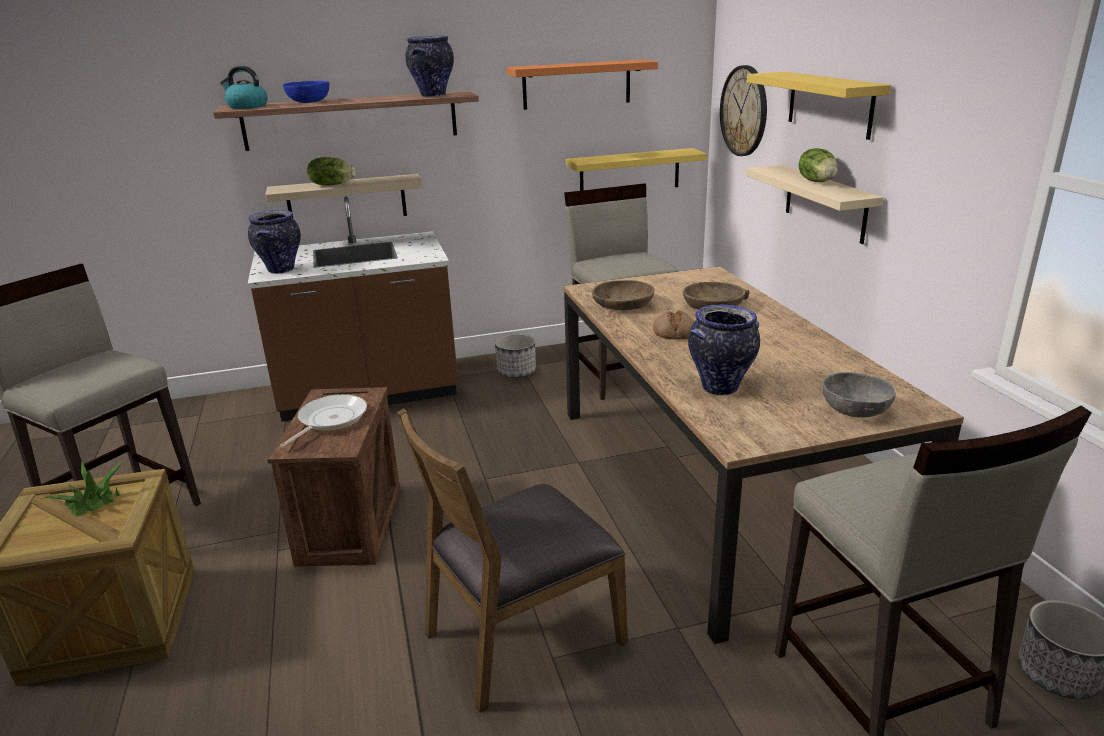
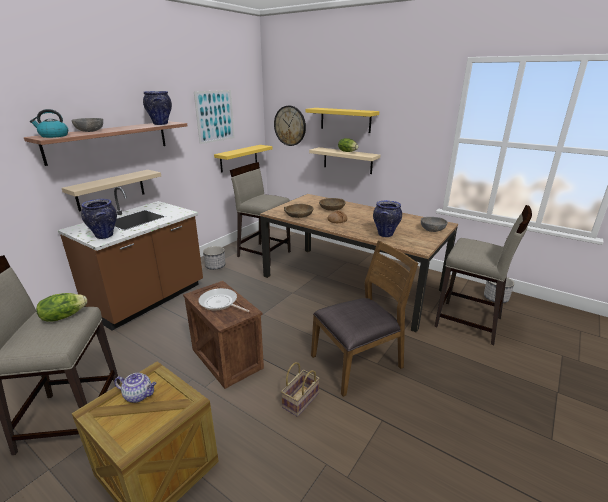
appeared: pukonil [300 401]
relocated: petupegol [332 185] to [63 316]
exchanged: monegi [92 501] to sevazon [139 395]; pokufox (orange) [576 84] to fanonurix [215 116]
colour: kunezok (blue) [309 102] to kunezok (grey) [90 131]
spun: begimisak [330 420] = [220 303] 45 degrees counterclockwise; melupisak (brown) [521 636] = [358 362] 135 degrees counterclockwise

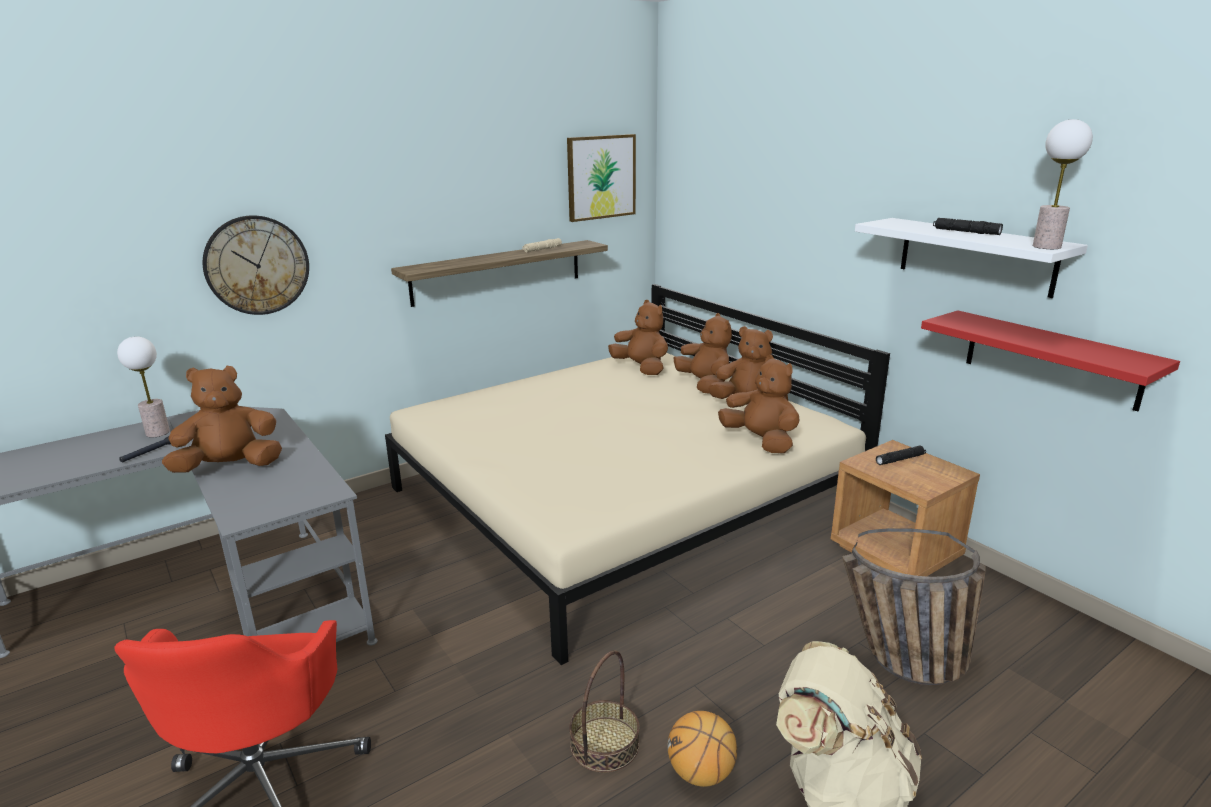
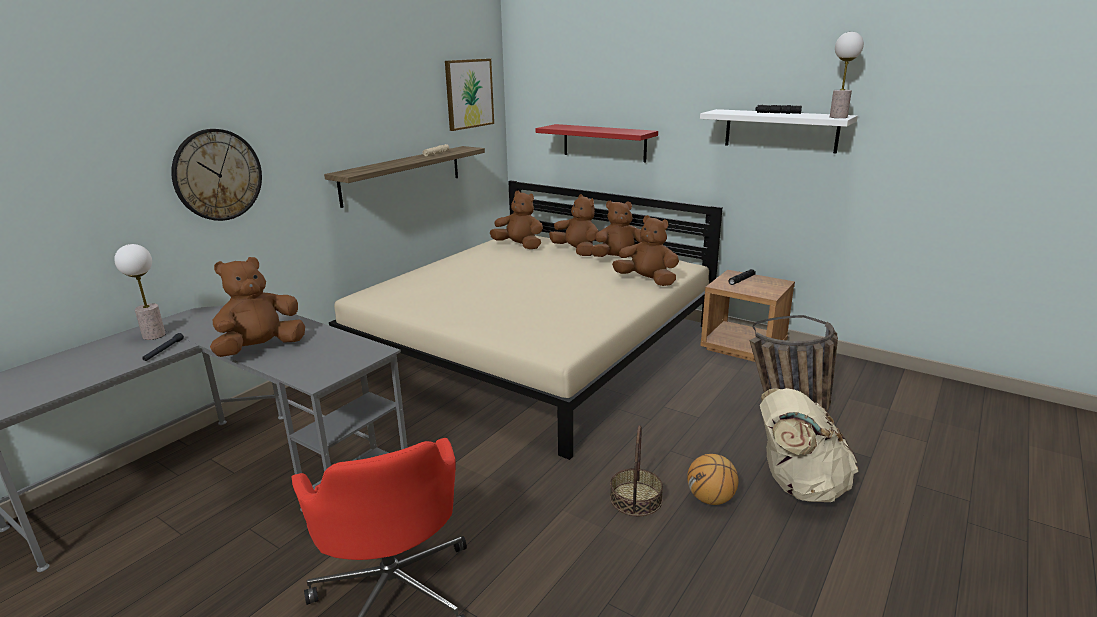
relocated: pokufox (red) [1051 359] to [604 142]

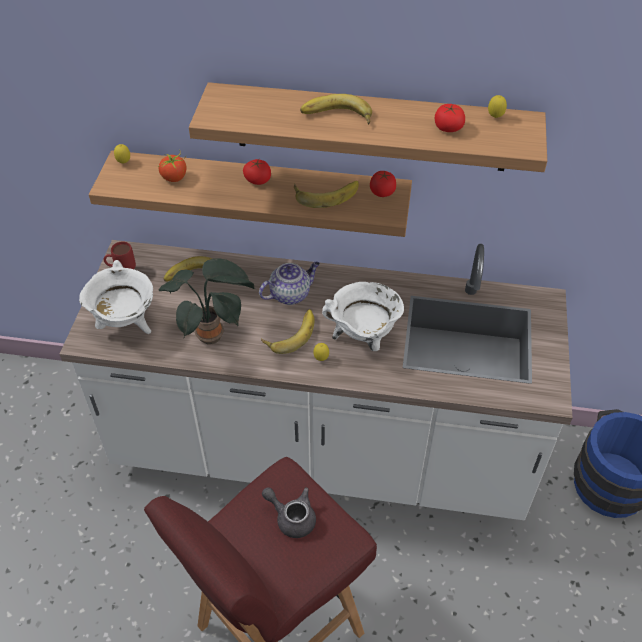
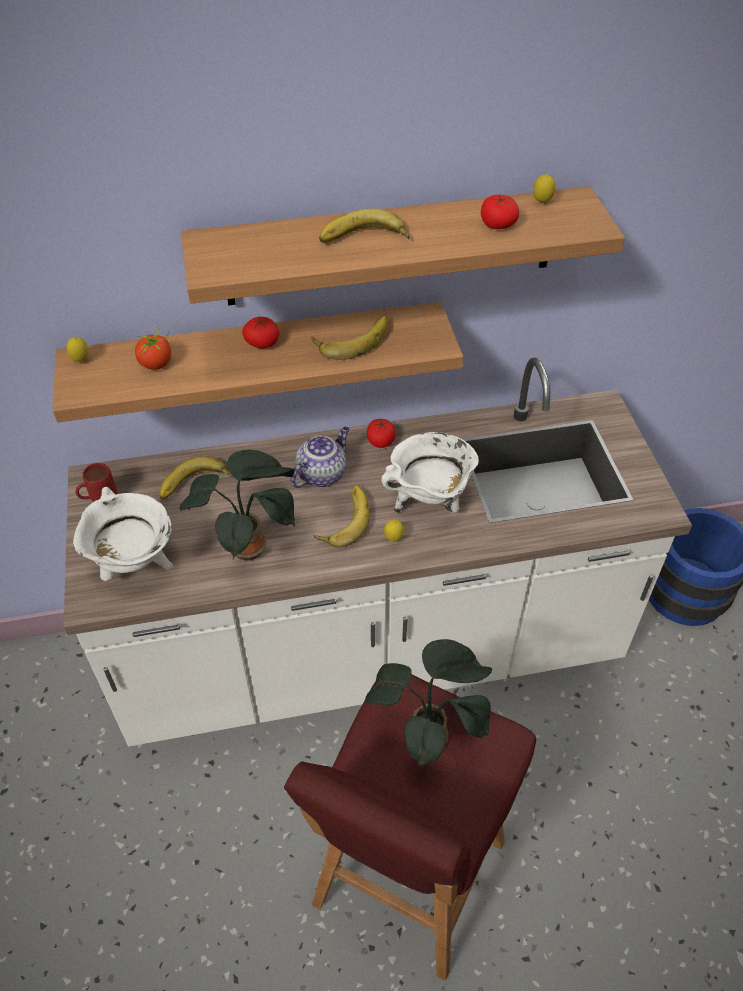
relocated: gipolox [382 191] to [381 441]
exchanged: sevazon (grey) [291 517] to monegi [430 736]

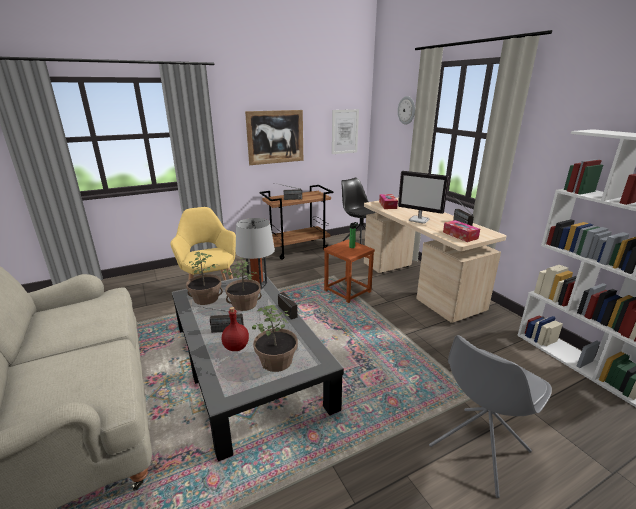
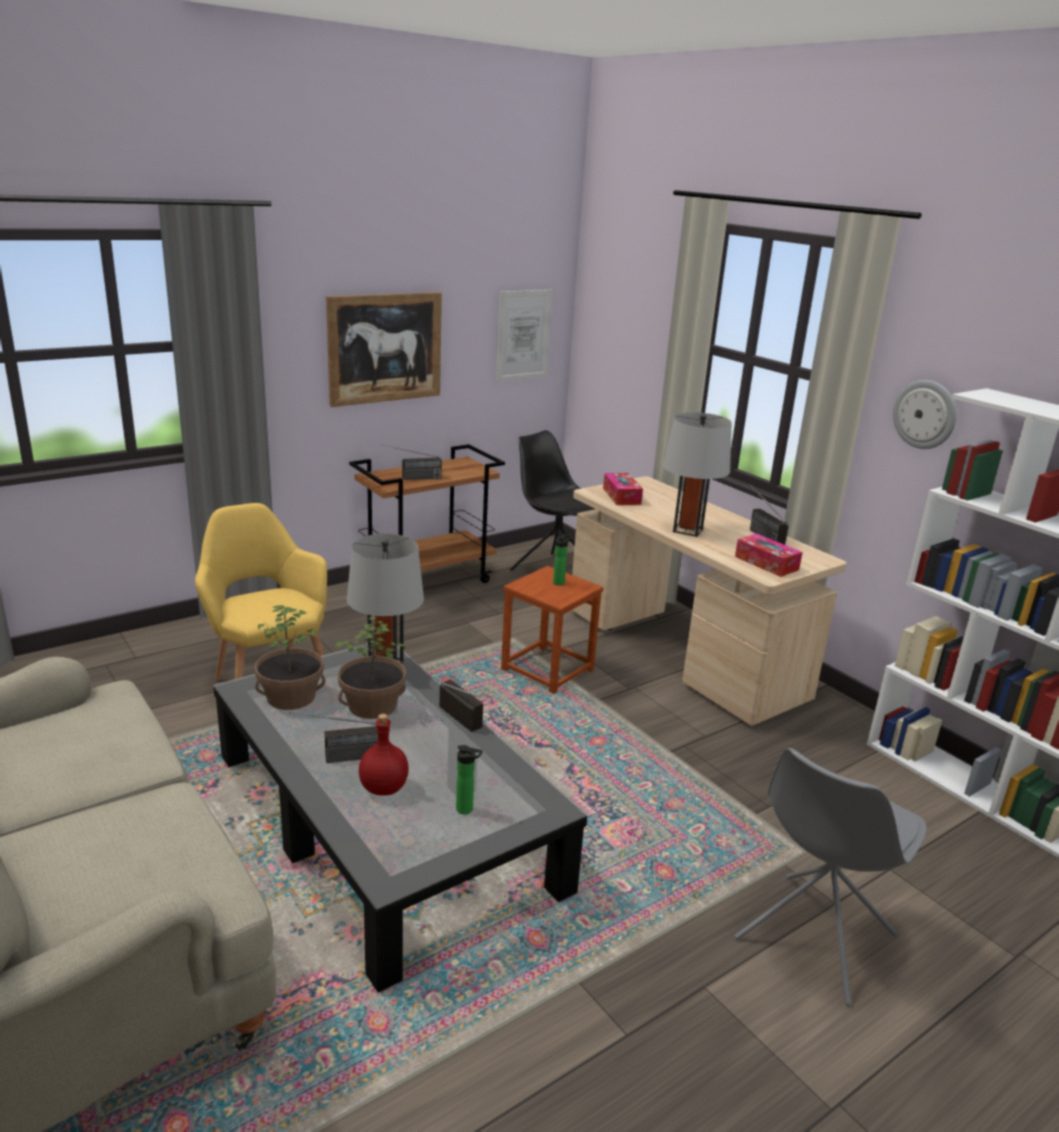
relocated: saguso [407 110] to [925 414]
exchanged: monegi [277 361] to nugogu [467 810]; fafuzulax [419 220] to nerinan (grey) [688 530]

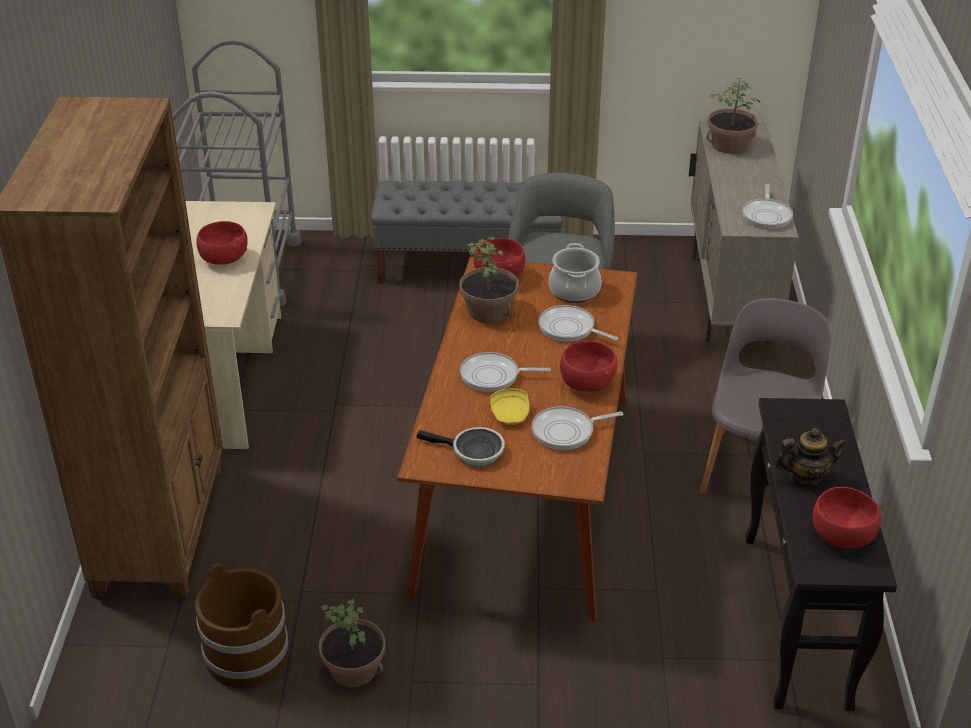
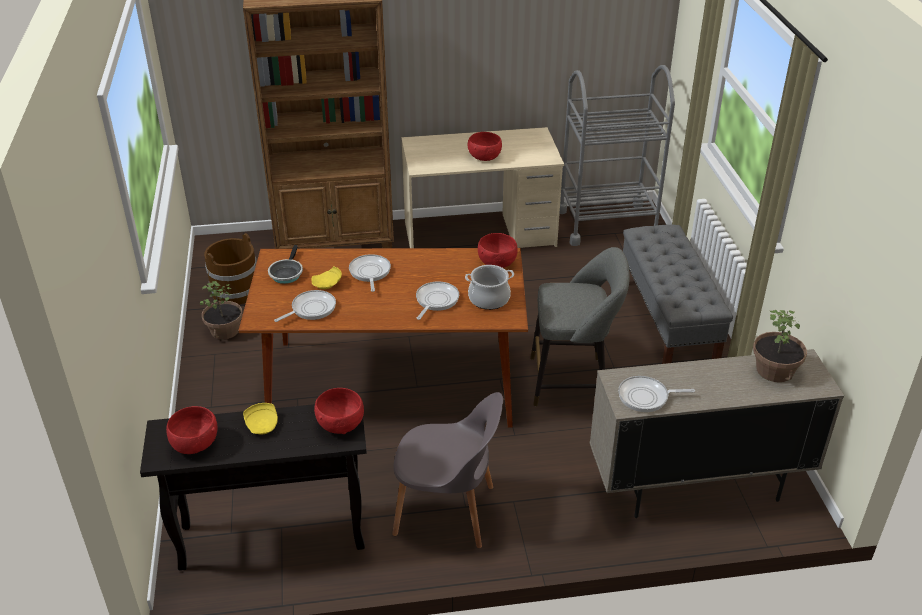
missing: monegi [489 310]
relocated: kunezok (red) [587 383] to [340 424]
exchanged: sevazon [805 477] to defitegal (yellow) [262 425]
spun: begimisak [566 431] = [311 309] 75 degrees clockwise

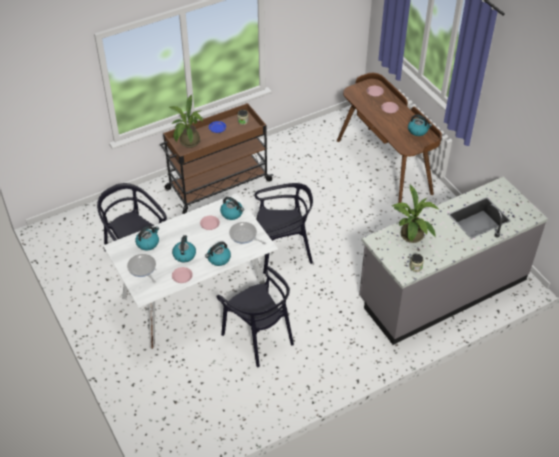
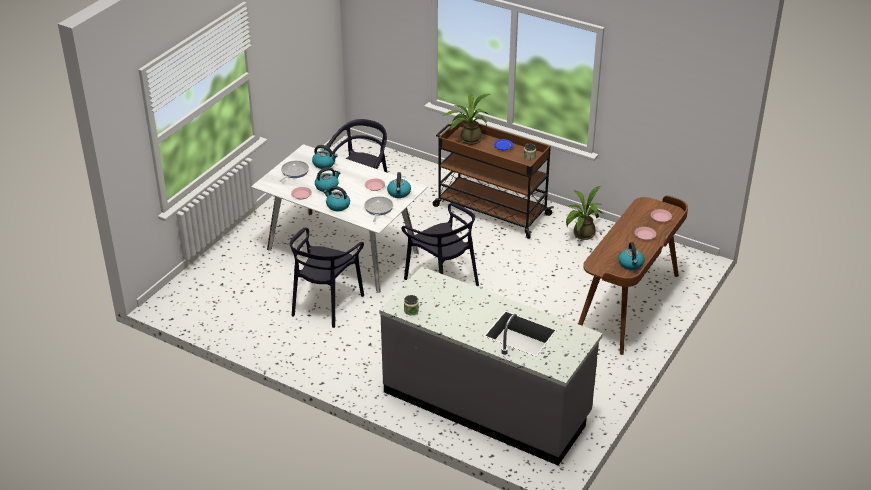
relocated: monegi [412 237] to [581 235]

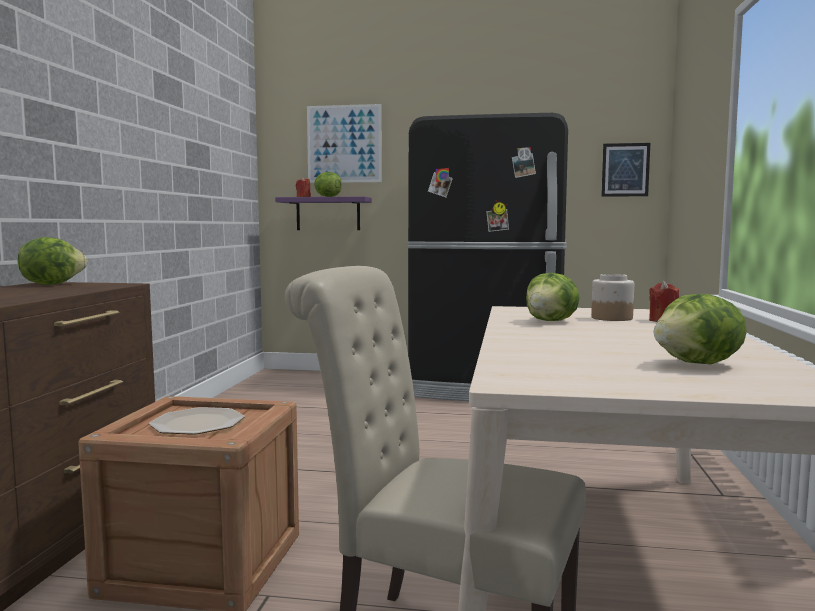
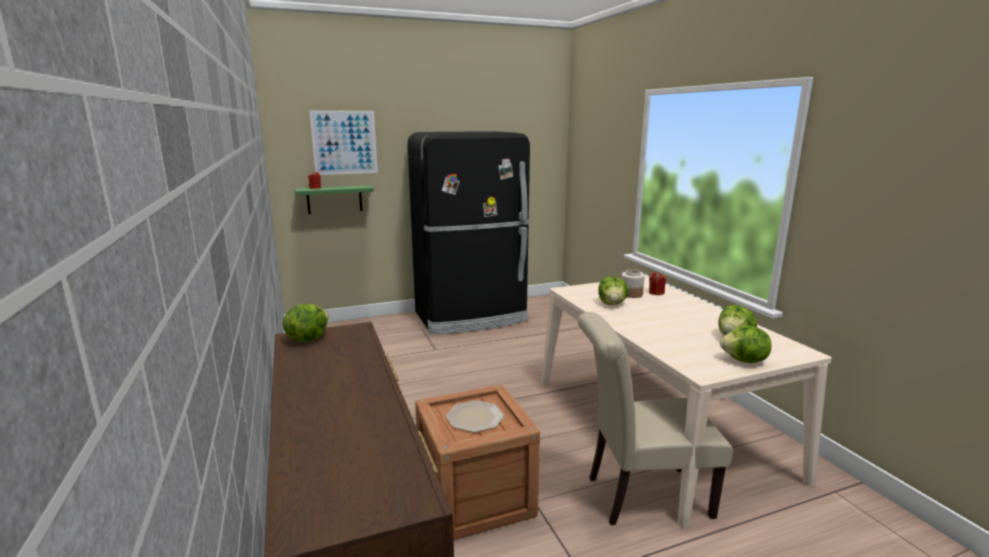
missing: fanonurix [625 170]
relocated: petupegol [327 197] to [744 361]
colour: pokufox (purple) [328 214] to pokufox (green) [334 199]

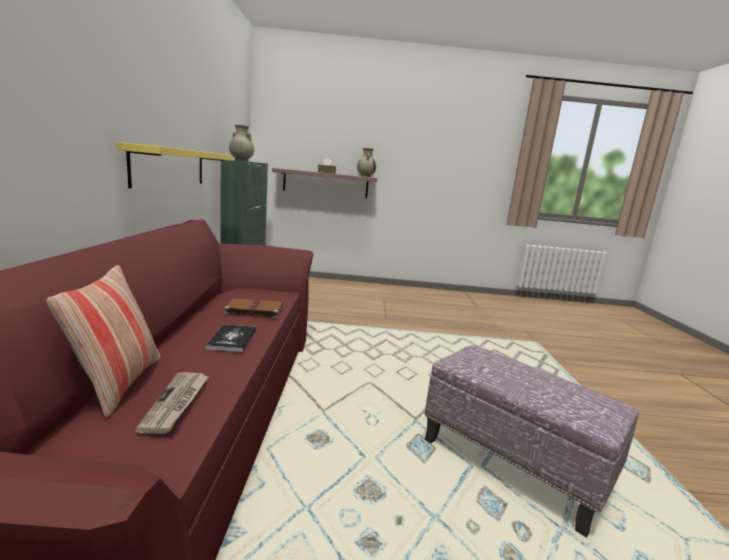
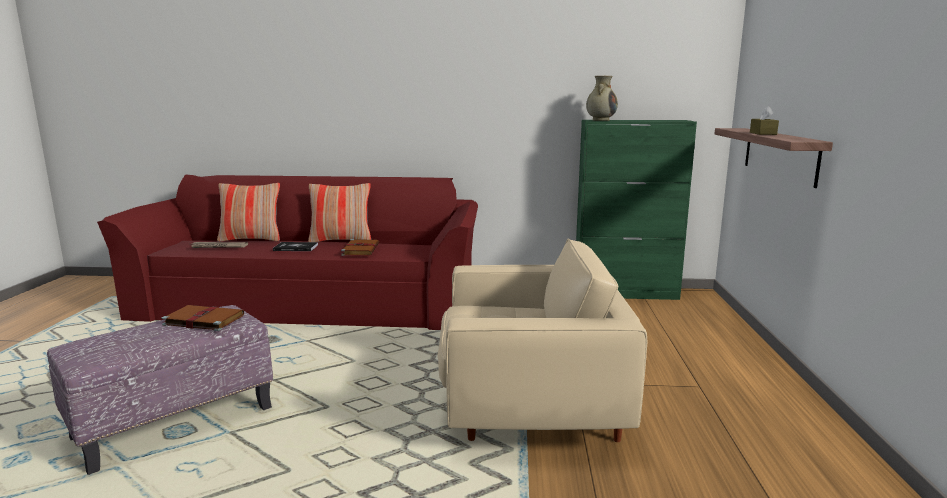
missing: pokufox (yellow) [170 167]; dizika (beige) [365 176]
appeared: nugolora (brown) [202 320]; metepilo [341 240]; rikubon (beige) [529 408]

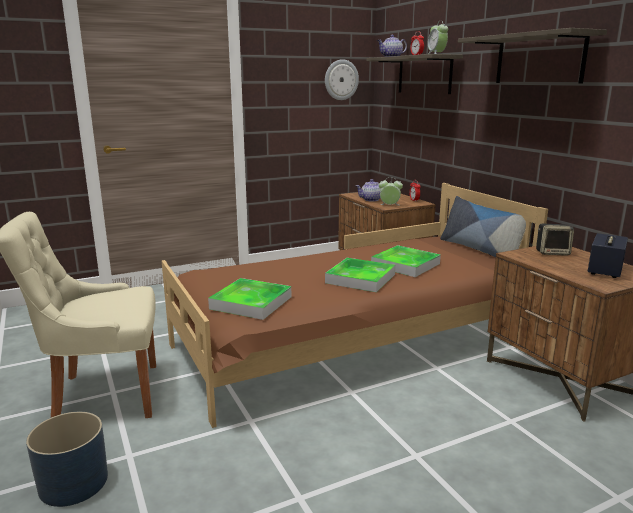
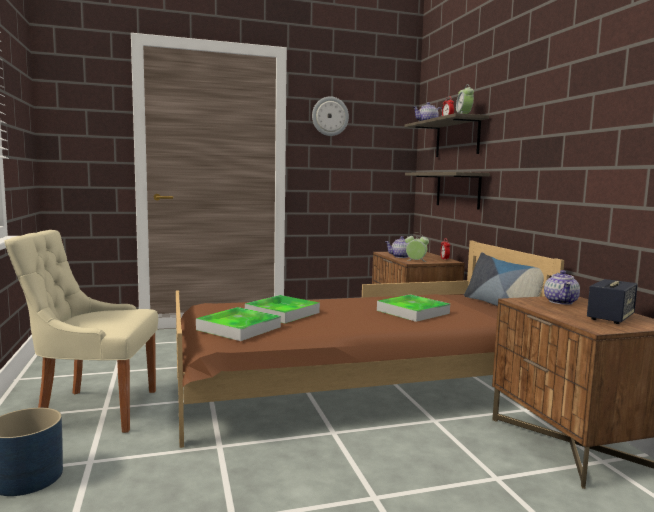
relocated: saguso [341 80] to [330 116]; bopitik [360 278] to [282 313]; pokufox [539 59] to [458 190]
exchanged: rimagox [552 253] to sevazon [561 302]

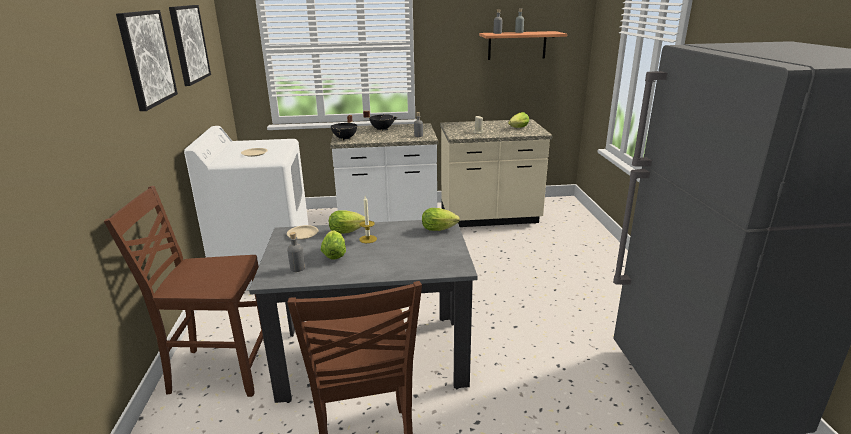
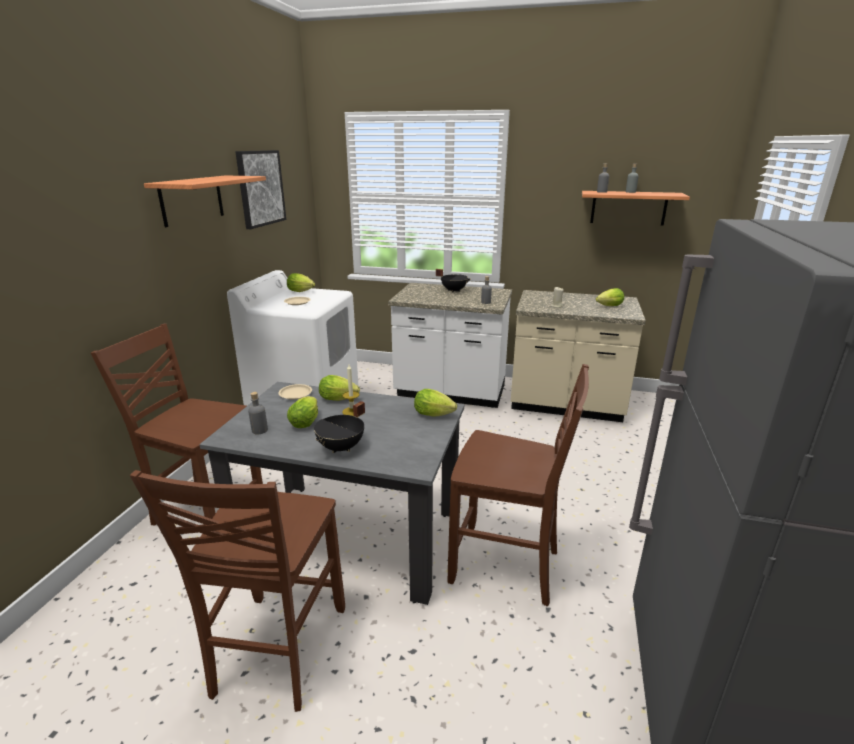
appeared: petupegol [302 291]; melupisak (brown) [507 566]
relocated: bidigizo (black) [345 138] to [342 448]
exchanged: fanonurix [146 58] to pokufox [192 200]

